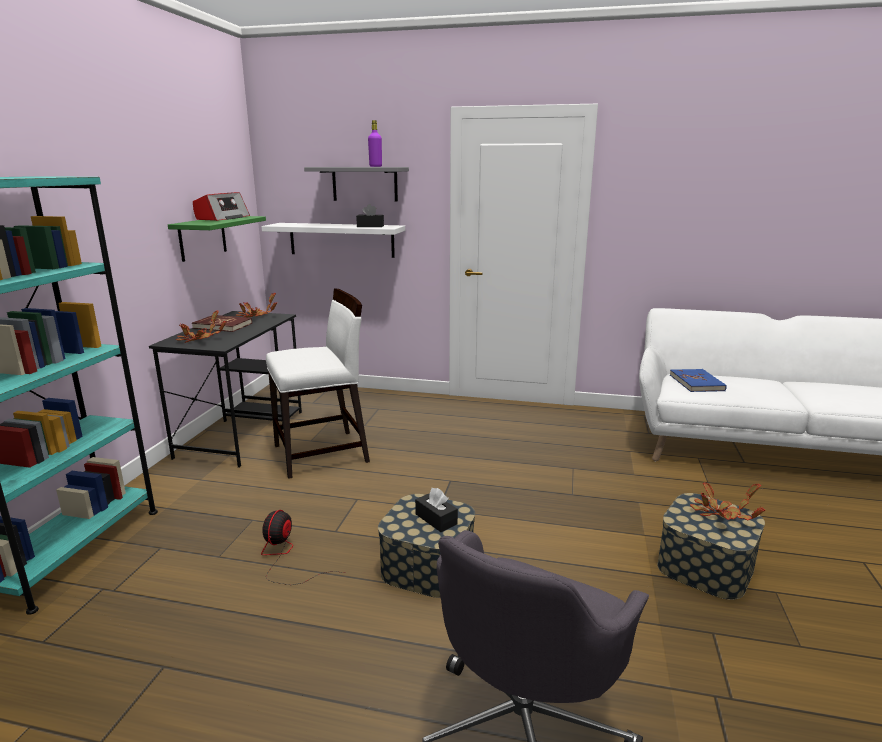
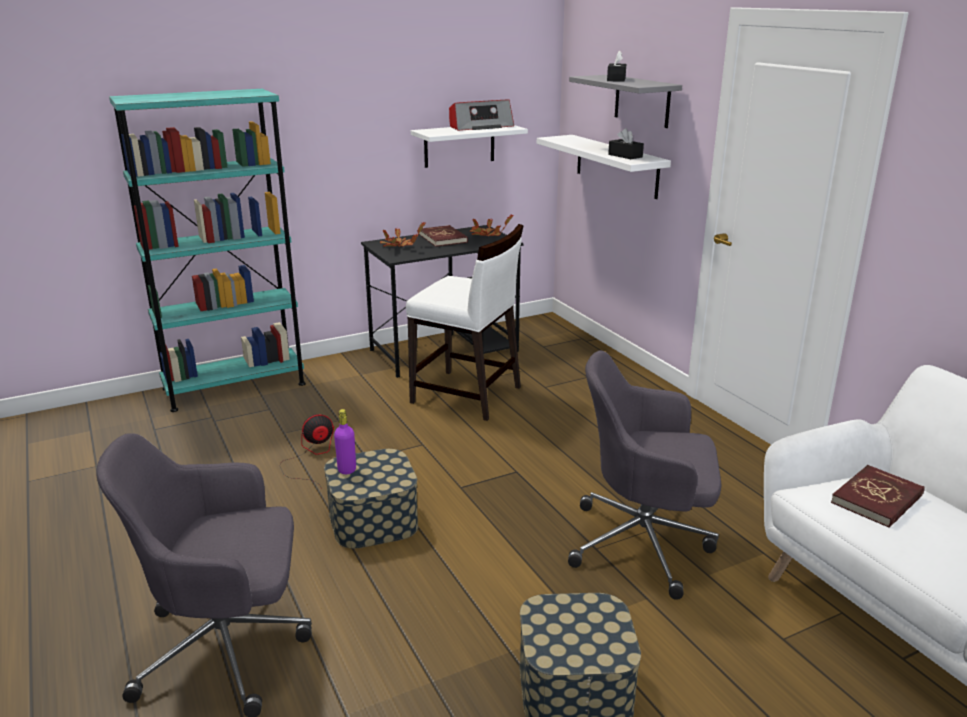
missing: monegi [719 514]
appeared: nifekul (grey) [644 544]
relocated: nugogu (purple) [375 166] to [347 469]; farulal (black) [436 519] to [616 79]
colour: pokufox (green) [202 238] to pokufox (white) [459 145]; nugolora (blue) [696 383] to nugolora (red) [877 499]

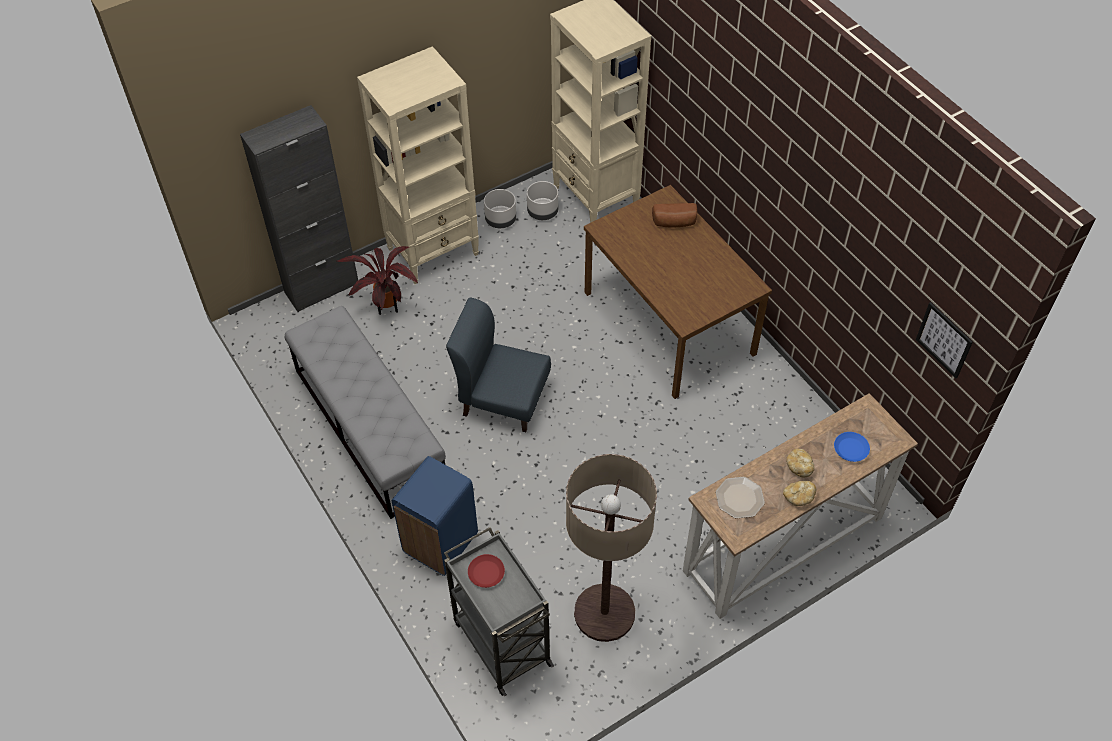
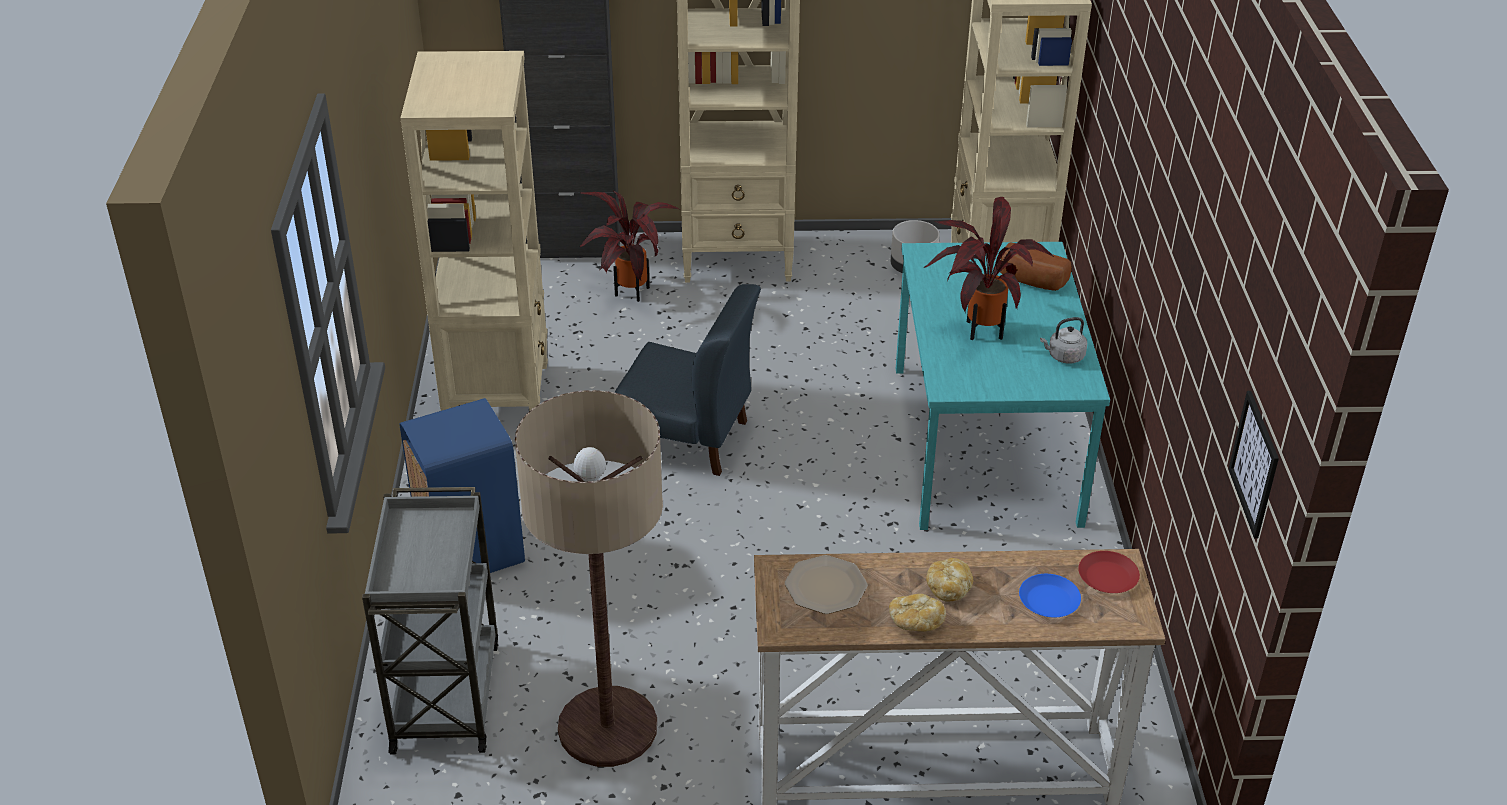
missing: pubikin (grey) [501 220]
appeared: monegi [979 329]; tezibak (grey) [1064 356]
relocated: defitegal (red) [486 573] to [1107 577]
exchanged: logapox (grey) [369 427] to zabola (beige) [498 400]
colour: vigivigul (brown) [670 323] to vigivigul (turquoise) [986 444]
spun: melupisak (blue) [502 399] = [687 438] 150 degrees clockwise

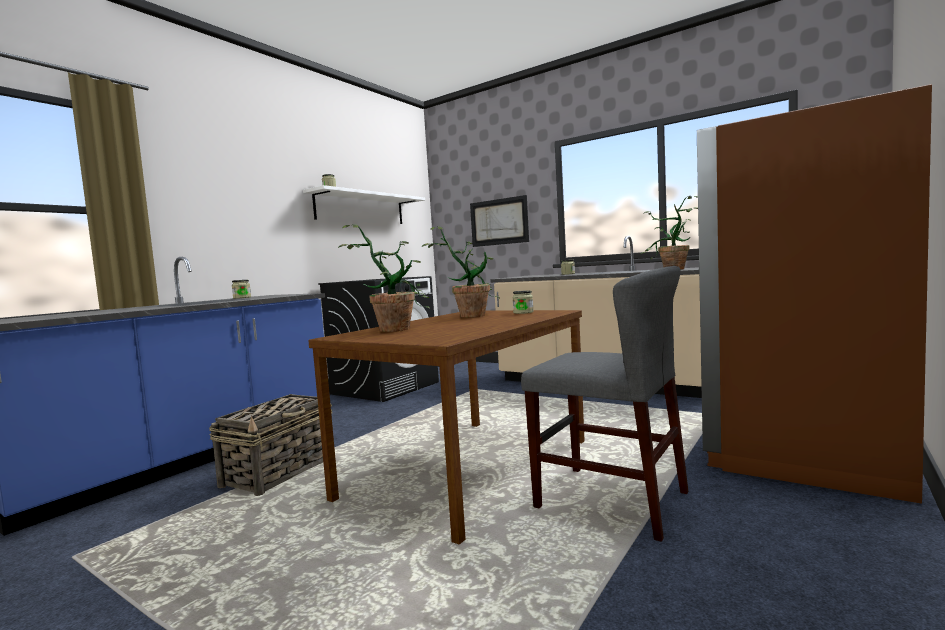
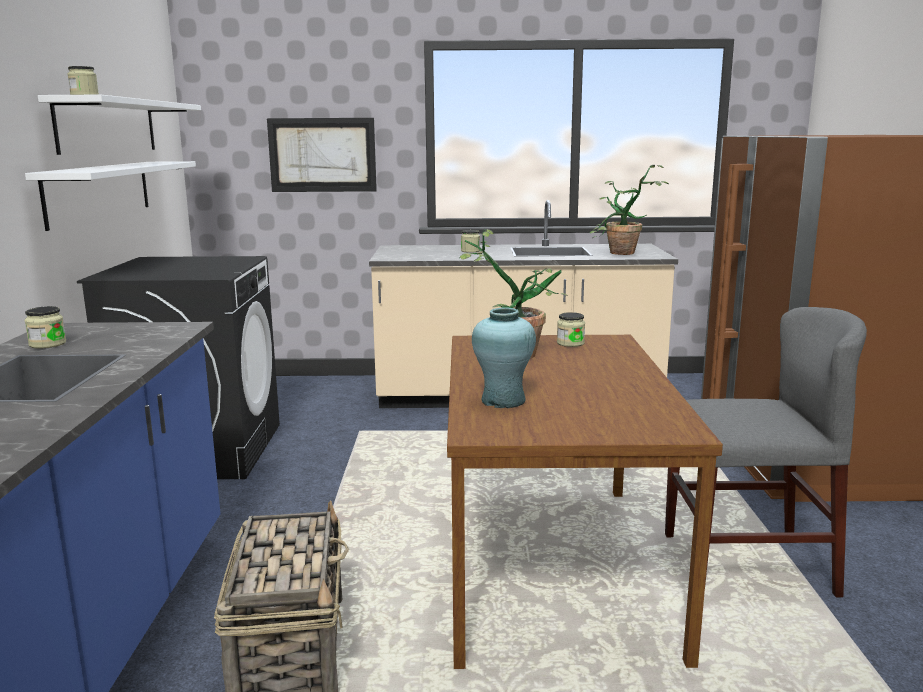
appeared: pokufox (white) [100 192]
exchanged: monegi [394 328] to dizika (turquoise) [503 401]

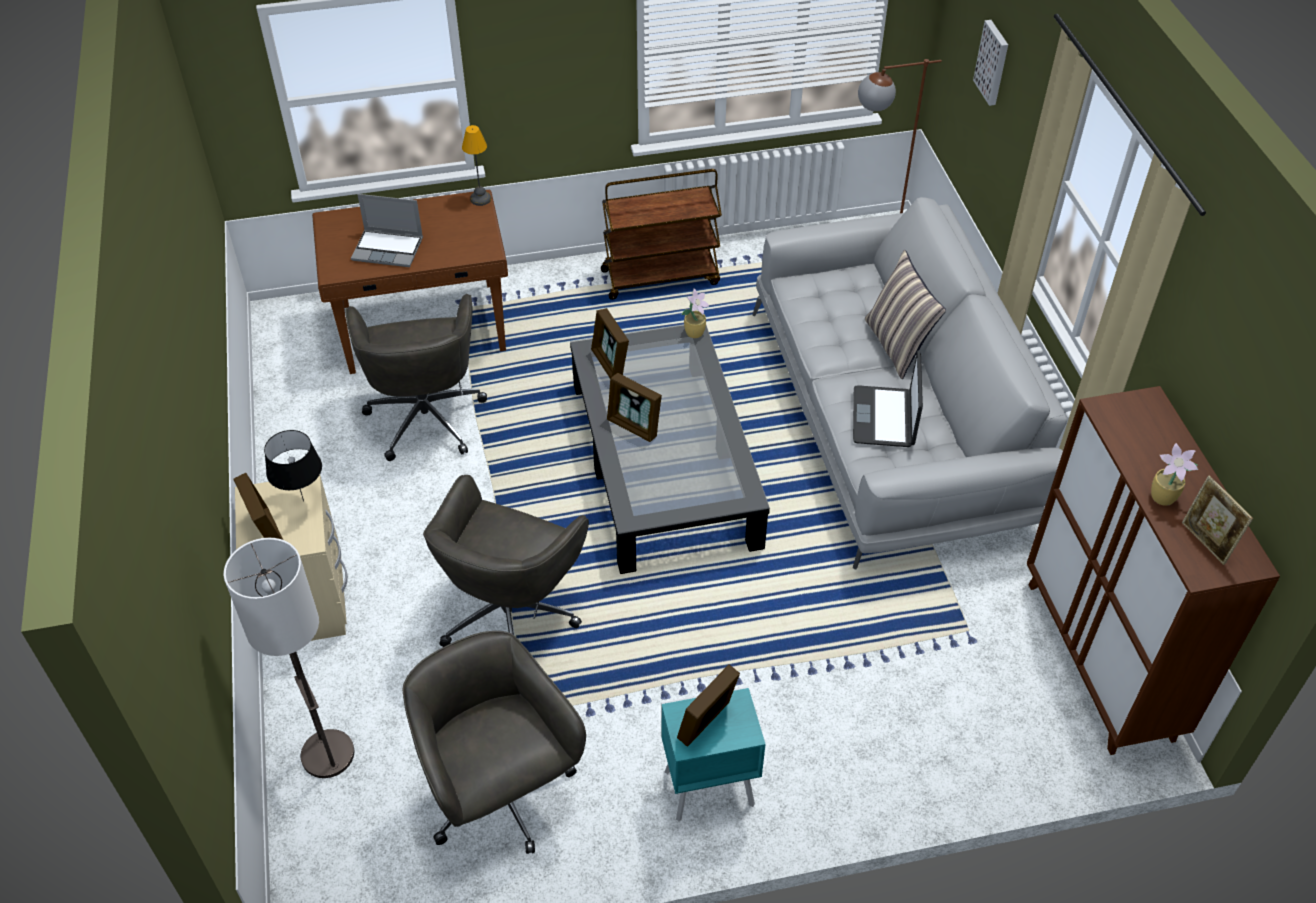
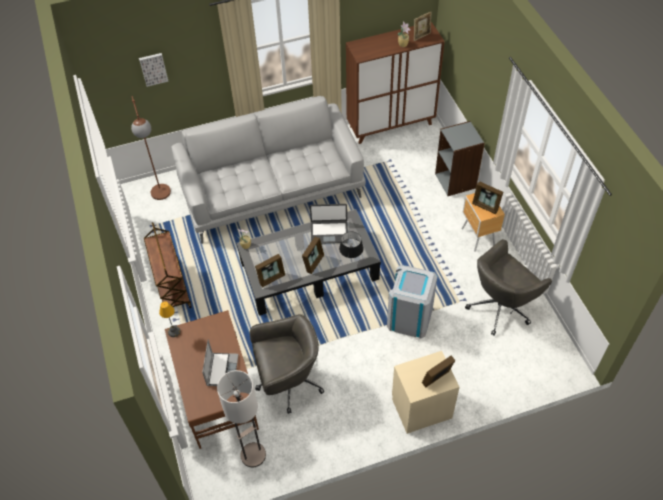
missing: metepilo [897 345]
appeared: zabola (grey) [456 181]
relocated: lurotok [328 754] to [253 455]; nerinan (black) [304 500] to [351 261]; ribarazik [884 418] to [329 232]
exchanged: nifekul (grey) [511 613] to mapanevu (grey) [409 318]
colour: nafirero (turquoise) [706 788] to nafirero (brown) [478 238]

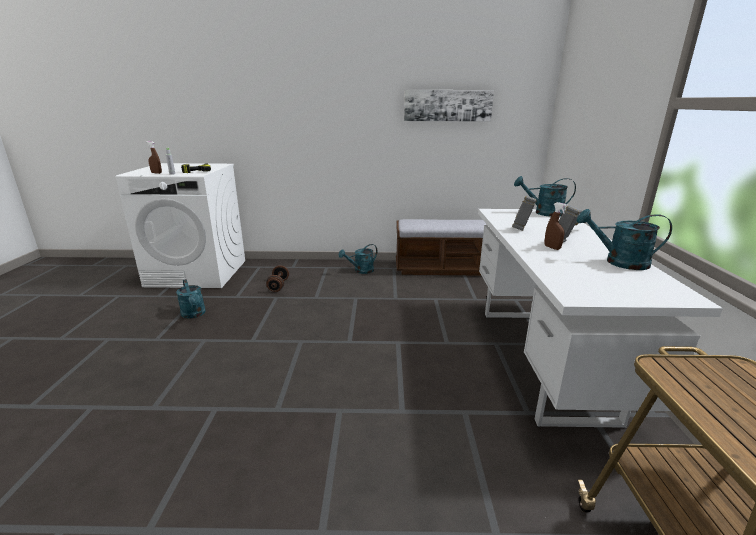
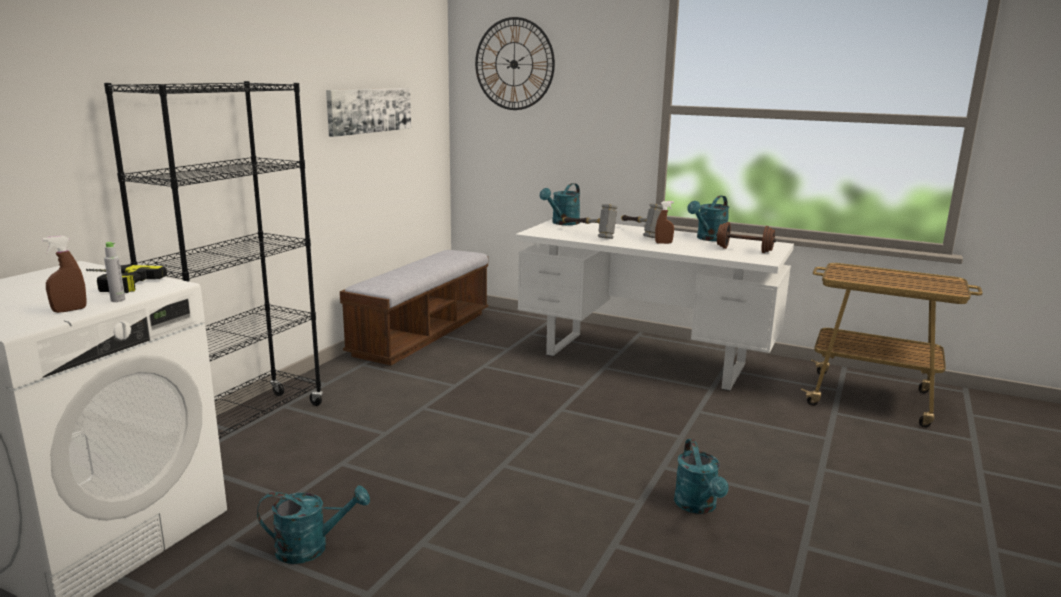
appeared: zabola (black) [245 427]; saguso [514 64]
relocated: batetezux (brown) [278 286] to [744 250]; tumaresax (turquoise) [361 271] to [698 506]

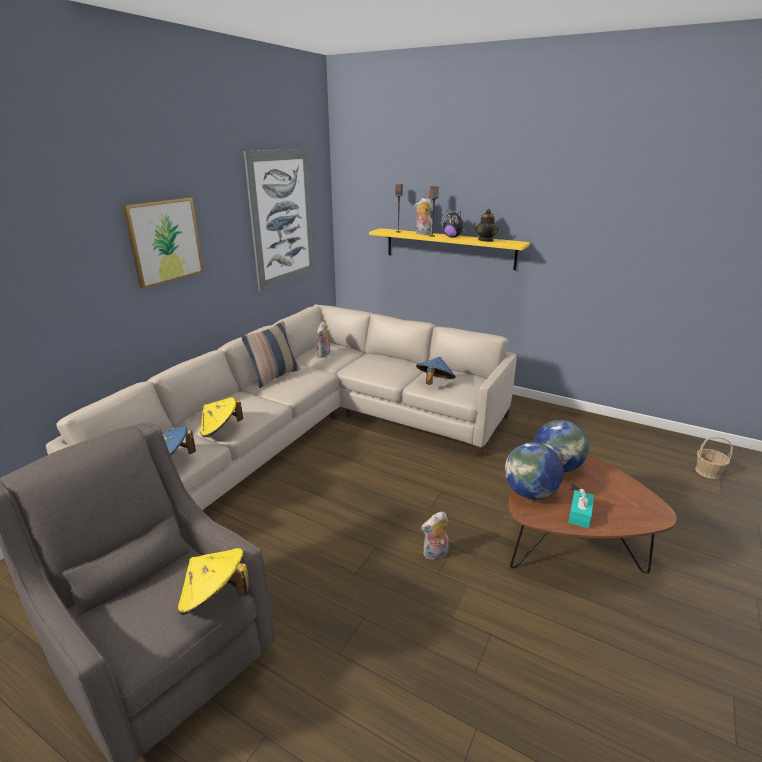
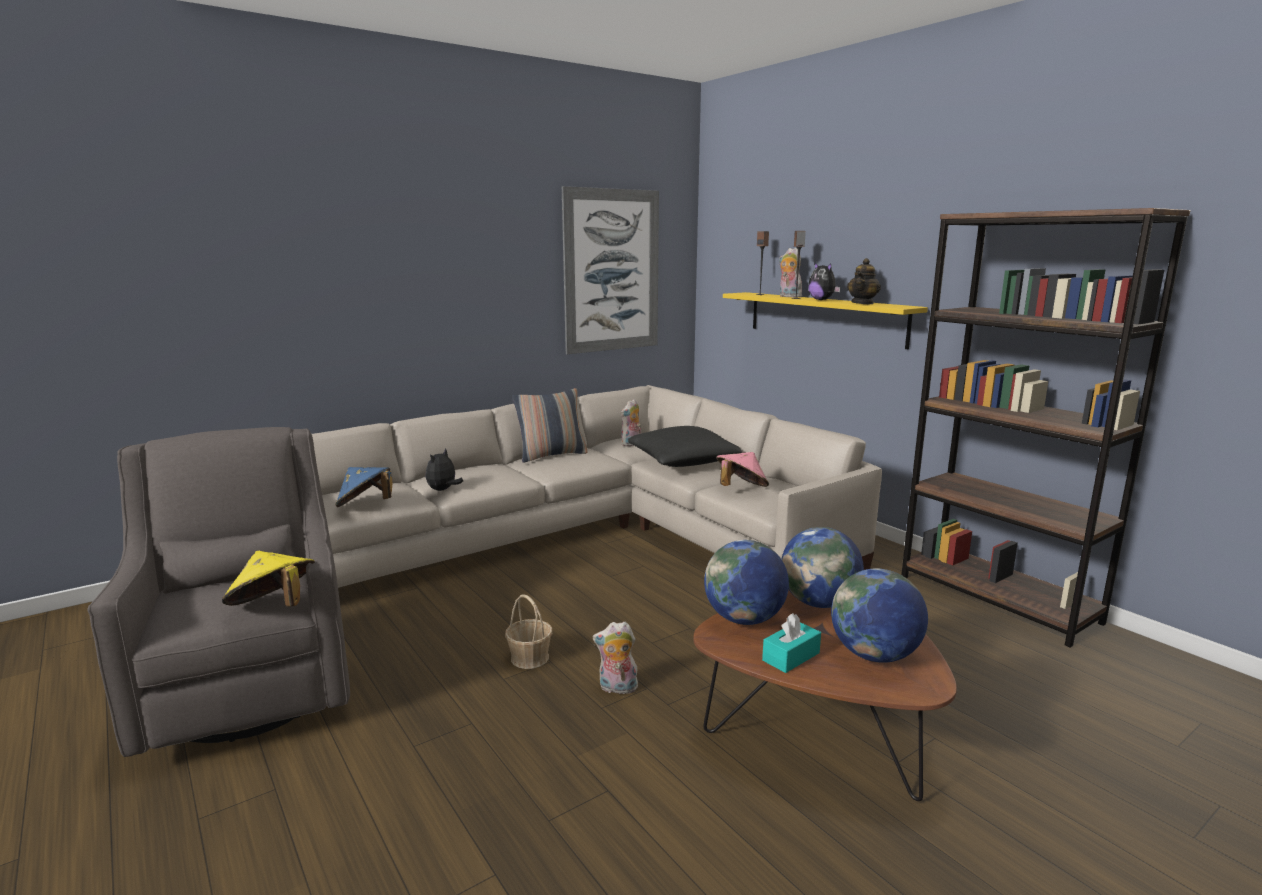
missing: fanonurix [164 241]
appeared: metepilo (black) [683 461]; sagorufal [874 655]; zabola (brown) [997 599]
relocated: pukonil [707 471] to [530 658]
exchanged: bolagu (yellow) [220 430] to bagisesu [443 490]
colour: bolagu (blue) [434 383] to bolagu (pink) [741 489]

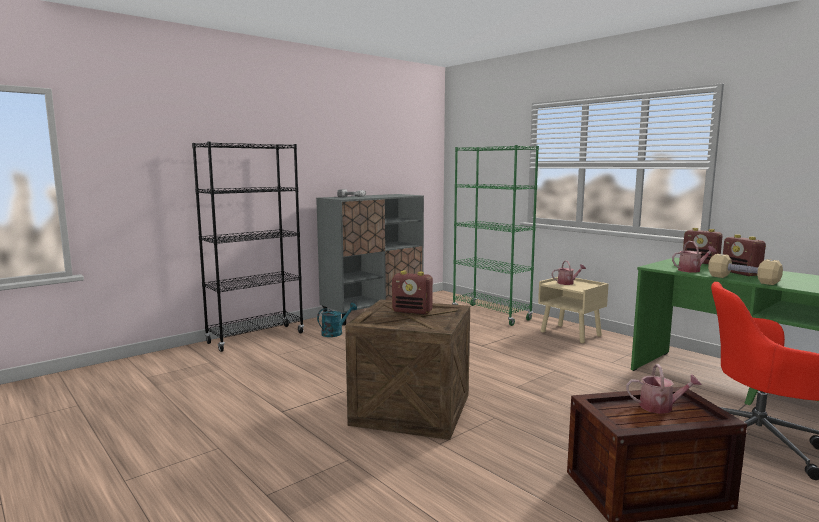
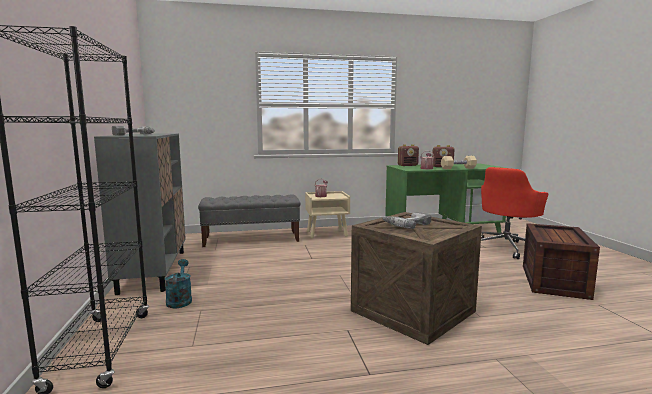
missing: tumaresax [660 407]
exchanged: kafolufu [412 312] to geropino [406 224]; zabola (green) [491 315] to logapox (grey) [251 239]

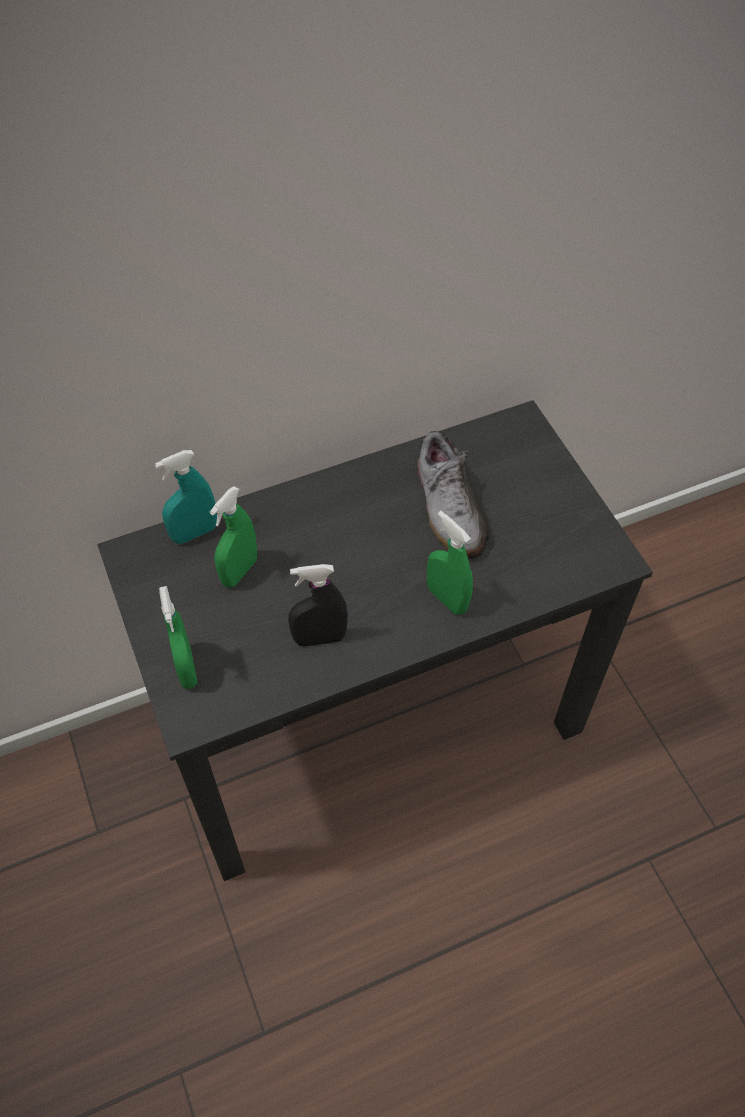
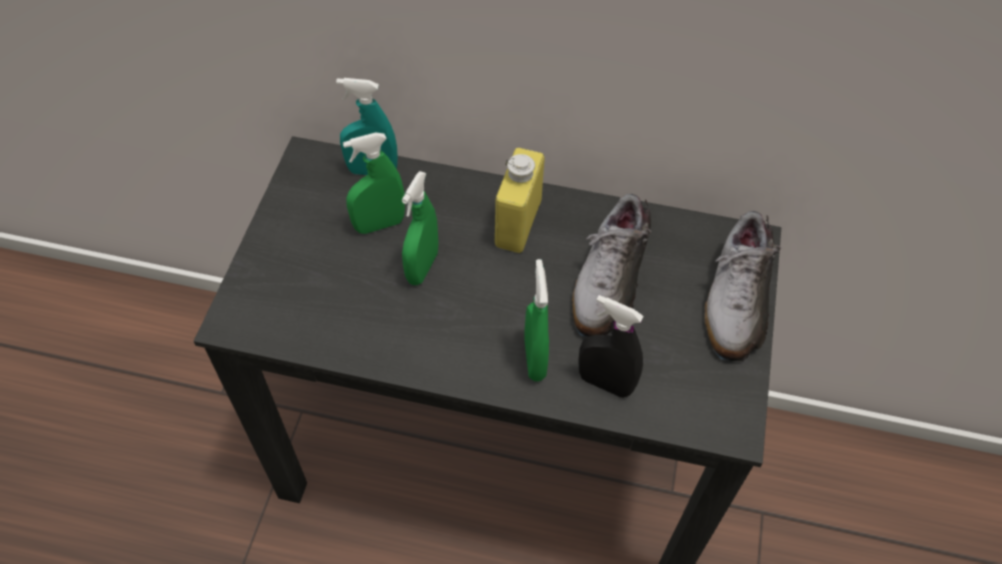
appeared: nugogu (yellow) [518 224]; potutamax [736 298]
relocated: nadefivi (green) [186 668] to [422 267]; nadefivi (black) [319 638] to [605 383]

